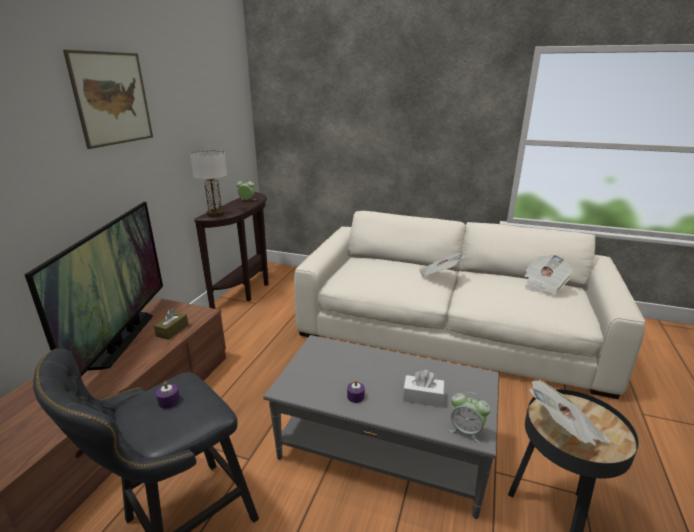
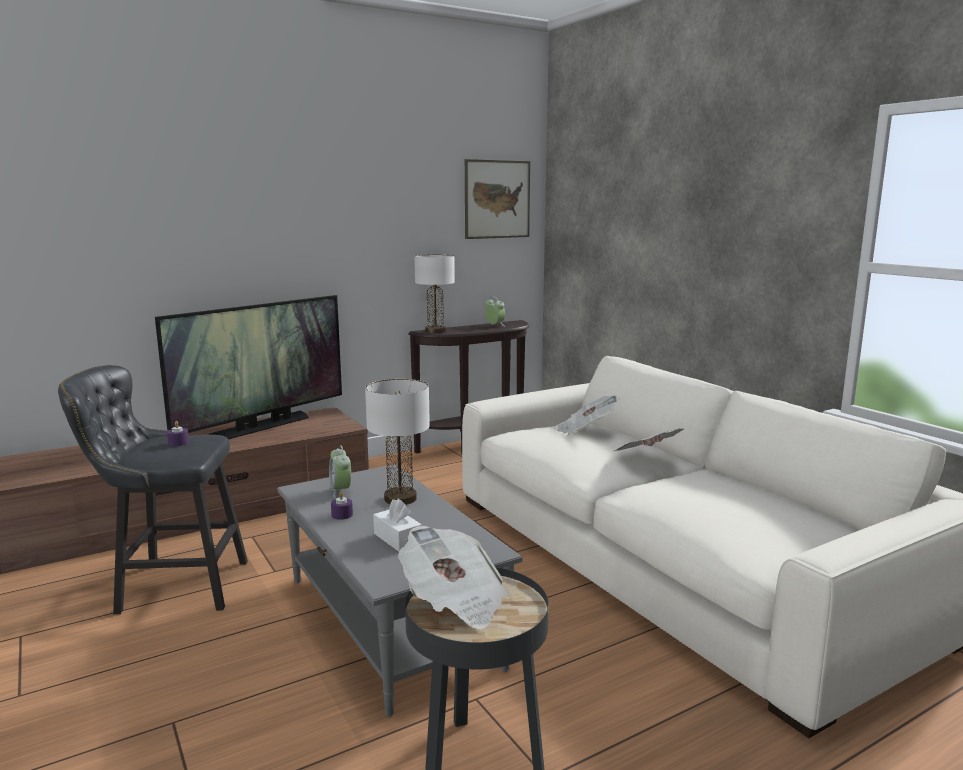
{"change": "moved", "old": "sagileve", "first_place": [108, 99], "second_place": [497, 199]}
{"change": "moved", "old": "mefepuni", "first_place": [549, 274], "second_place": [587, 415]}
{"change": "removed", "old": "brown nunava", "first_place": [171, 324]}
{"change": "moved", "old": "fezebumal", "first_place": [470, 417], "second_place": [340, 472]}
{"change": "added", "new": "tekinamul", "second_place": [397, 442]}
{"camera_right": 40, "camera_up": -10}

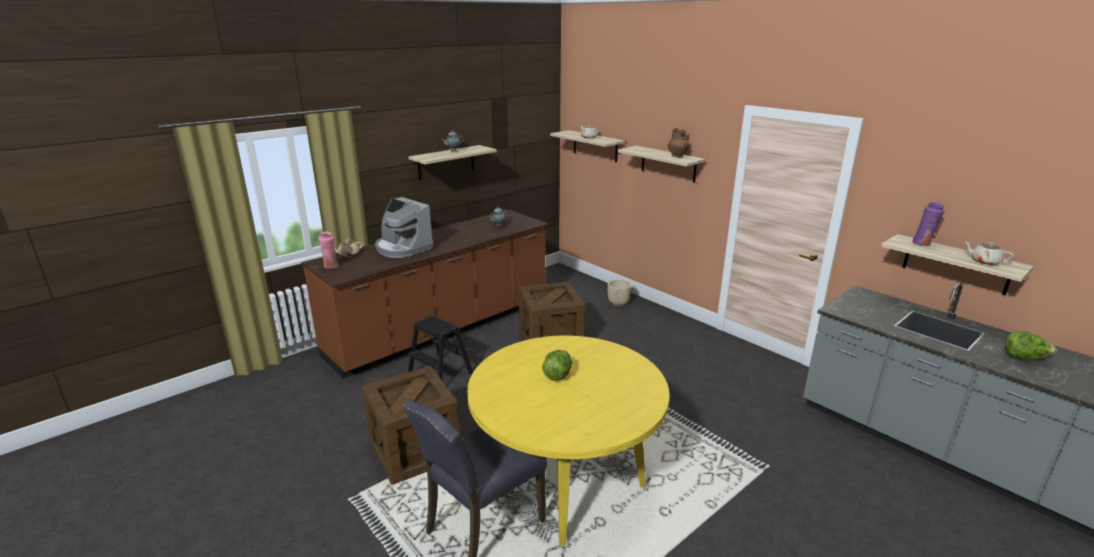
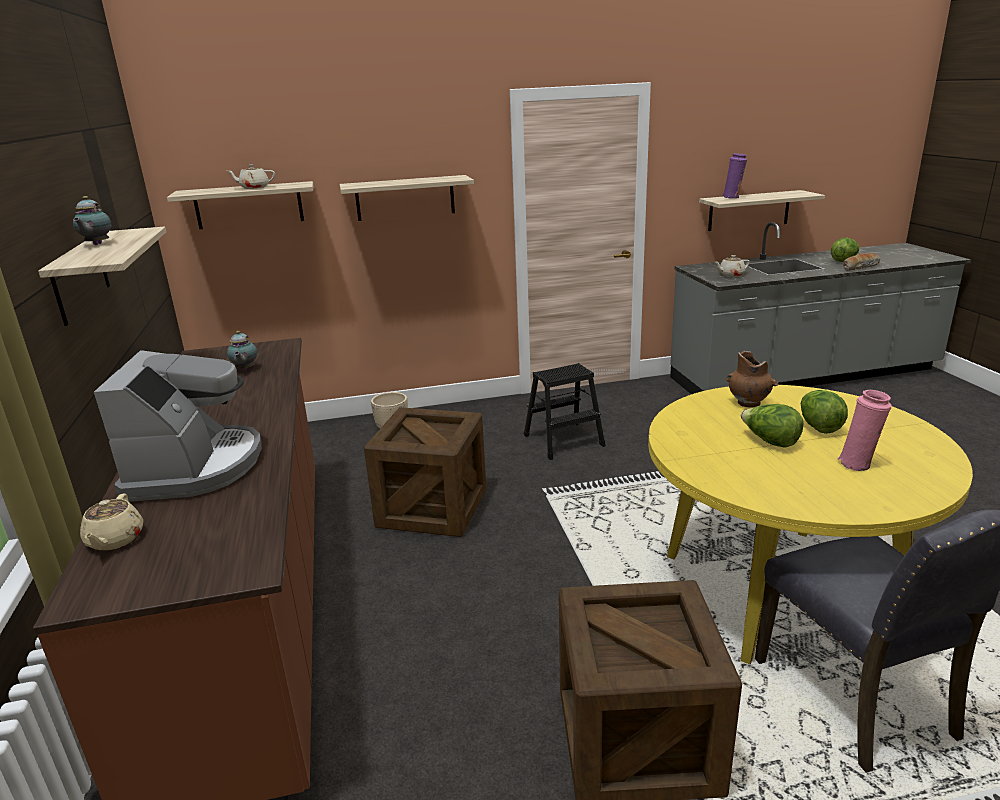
{"change": "moved", "old": "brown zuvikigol", "first_place": [678, 142], "second_place": [752, 379]}
{"change": "turned", "old": "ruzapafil", "first_place": [404, 227], "second_place": [178, 426], "degrees": -75}
{"change": "moved", "old": "pink zuvikigol", "first_place": [328, 250], "second_place": [864, 430]}
{"change": "moved", "old": "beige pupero", "first_place": [989, 253], "second_place": [732, 266]}
{"change": "moved", "old": "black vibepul", "first_place": [440, 347], "second_place": [564, 411]}
{"change": "added", "new": "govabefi", "second_place": [861, 262]}
{"change": "added", "new": "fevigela", "second_place": [824, 412]}
{"camera_right": -60, "camera_up": 0}

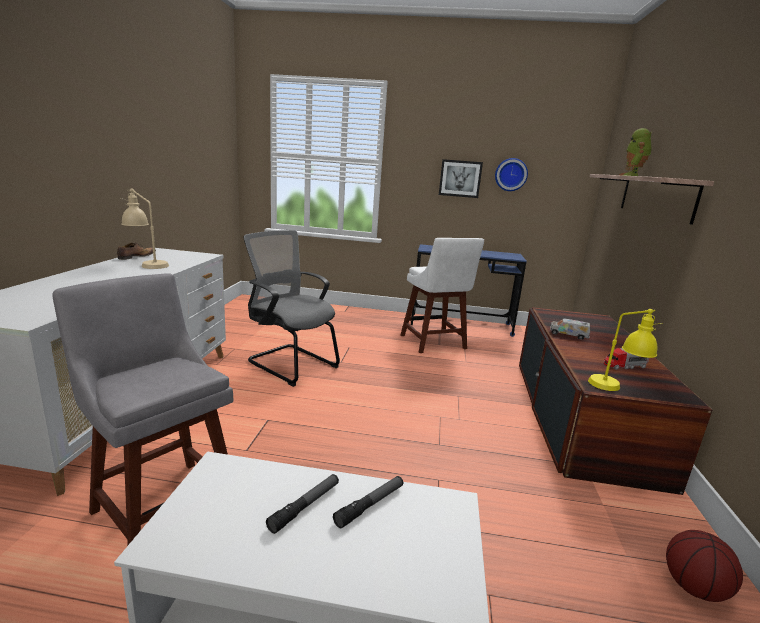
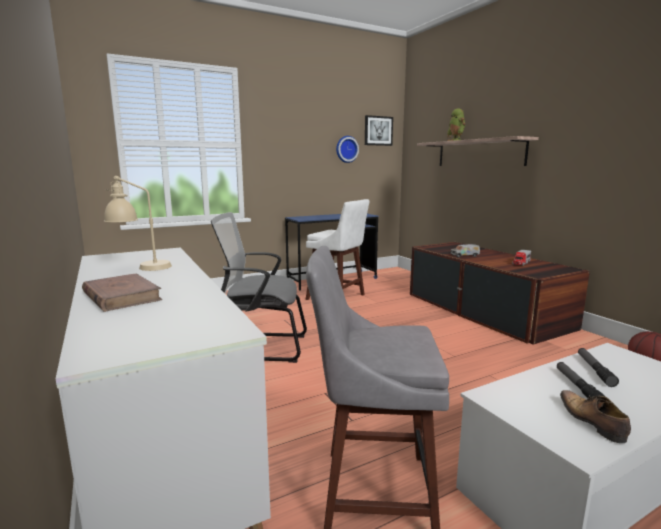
{"change": "moved", "old": "sagileve", "first_place": [461, 178], "second_place": [379, 130]}
{"change": "moved", "old": "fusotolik", "first_place": [136, 251], "second_place": [595, 416]}
{"change": "removed", "old": "yellow tekinamul", "first_place": [625, 350]}
{"change": "added", "new": "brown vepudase", "second_place": [122, 293]}
{"camera_right": -35, "camera_up": -5}

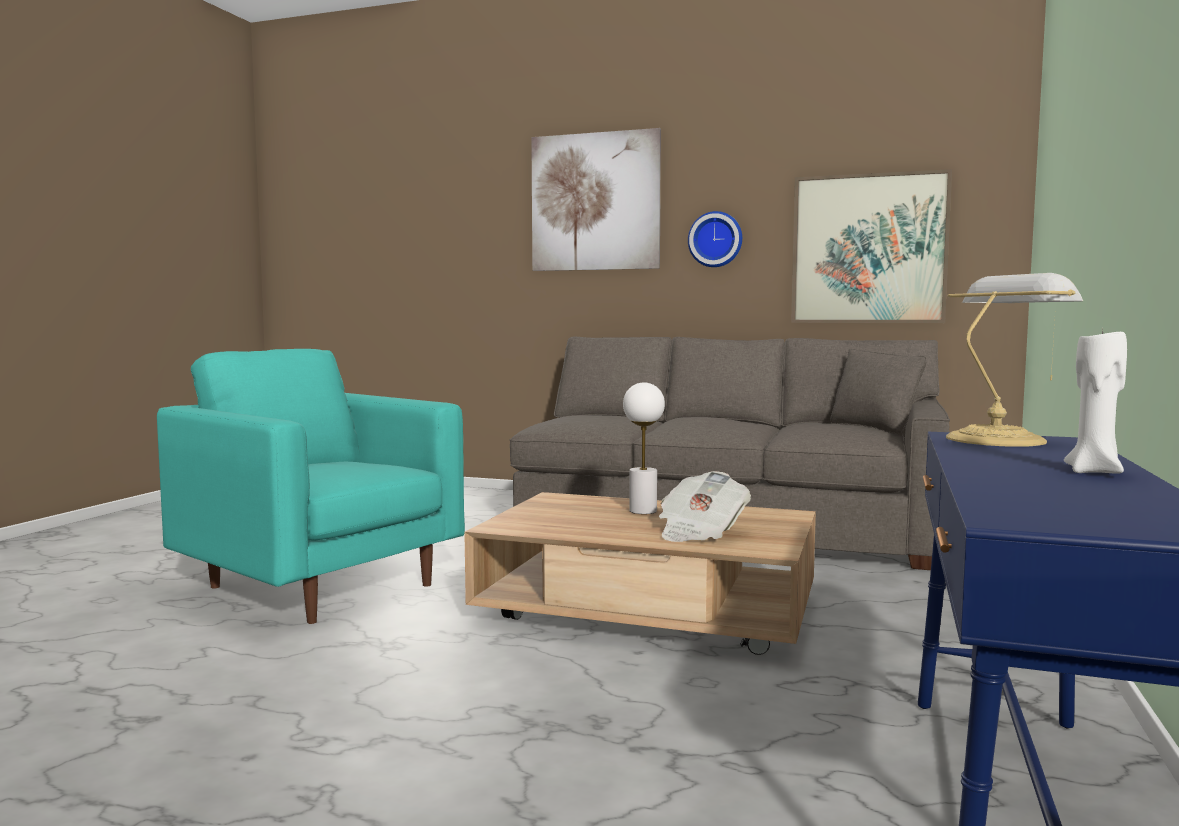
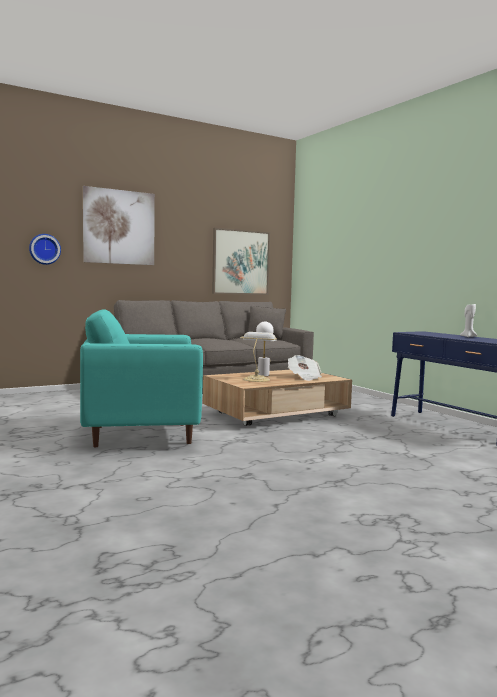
{"change": "moved", "old": "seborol", "first_place": [715, 239], "second_place": [45, 249]}
{"change": "moved", "old": "tekinamul", "first_place": [1014, 360], "second_place": [258, 357]}
{"camera_right": -50, "camera_up": 0}

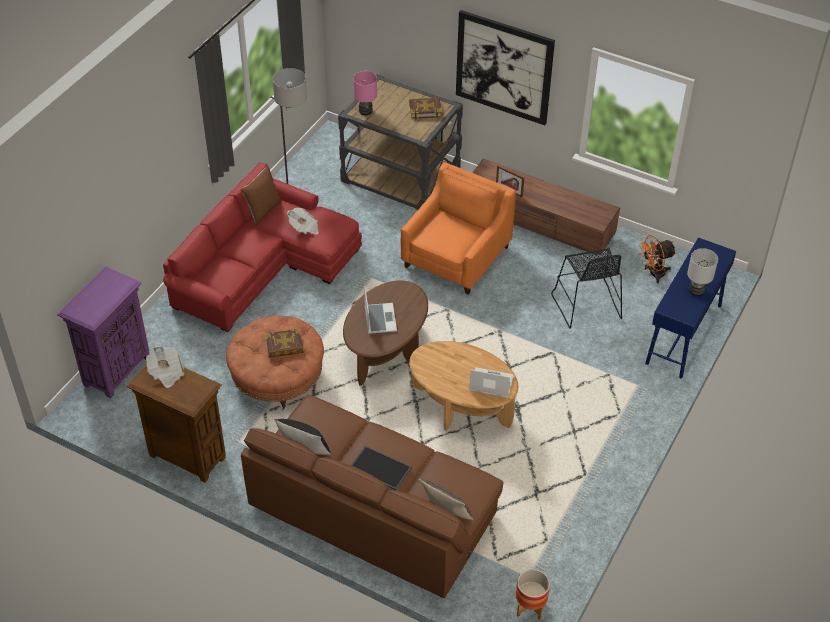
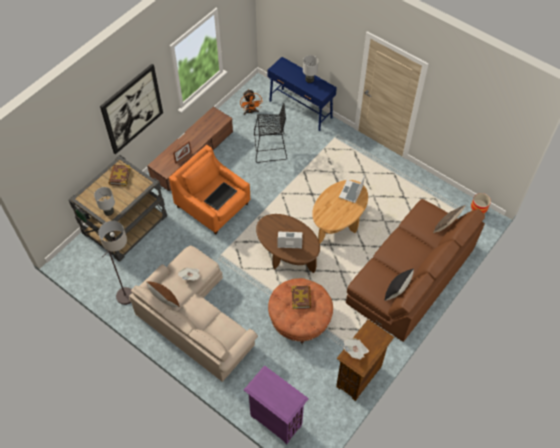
{"change": "recoloured", "old": "pink tekinamul", "new": "grey tekinamul", "first_place": [365, 93], "second_place": [104, 201]}
{"change": "recoloured", "old": "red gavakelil", "new": "beige gavakelil", "first_place": [262, 247], "second_place": [193, 314]}
{"change": "moved", "old": "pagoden", "first_place": [381, 468], "second_place": [220, 196]}
{"camera_right": -80, "camera_up": 10}

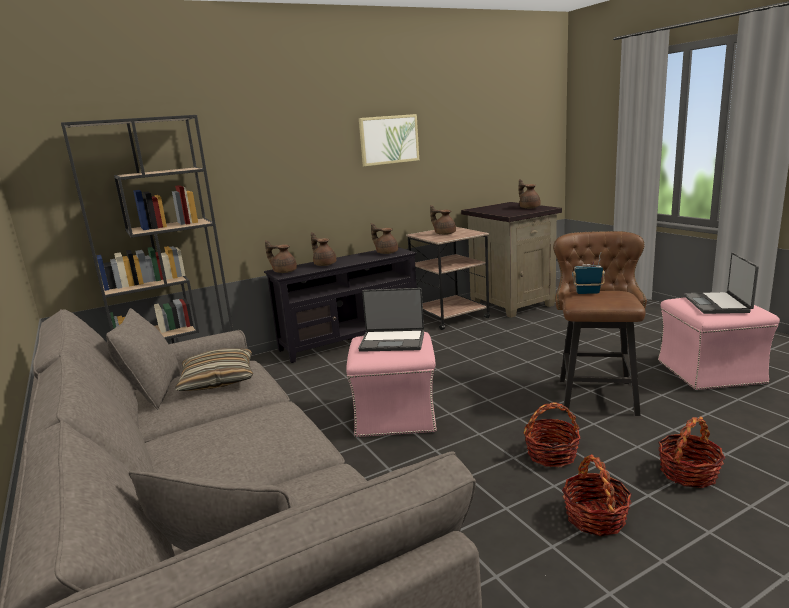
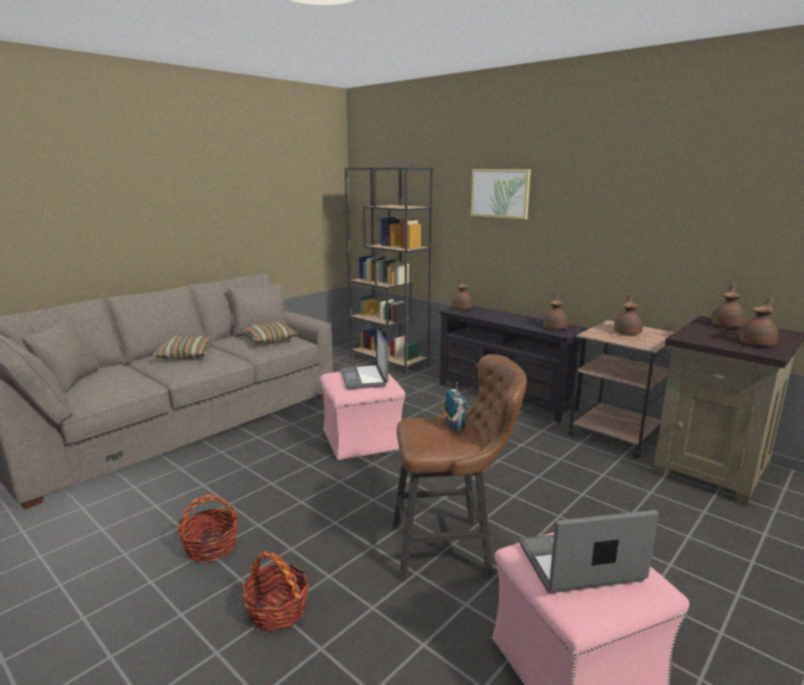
{"change": "moved", "old": "sagileve", "first_place": [389, 140], "second_place": [501, 194]}
{"change": "moved", "old": "brown pupero", "first_place": [323, 249], "second_place": [728, 305]}
{"change": "removed", "old": "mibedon", "first_place": [552, 435]}
{"change": "added", "new": "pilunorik", "second_place": [184, 347]}
{"camera_right": 70, "camera_up": 0}

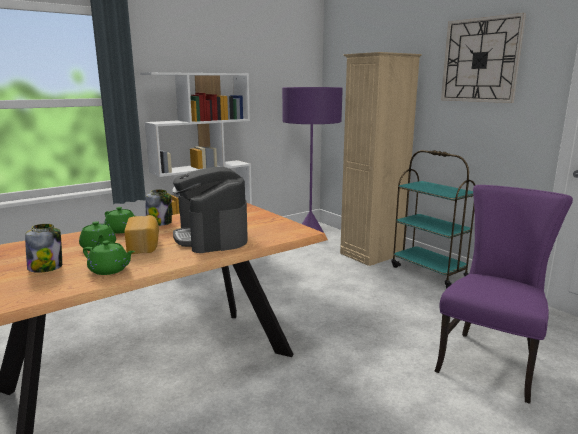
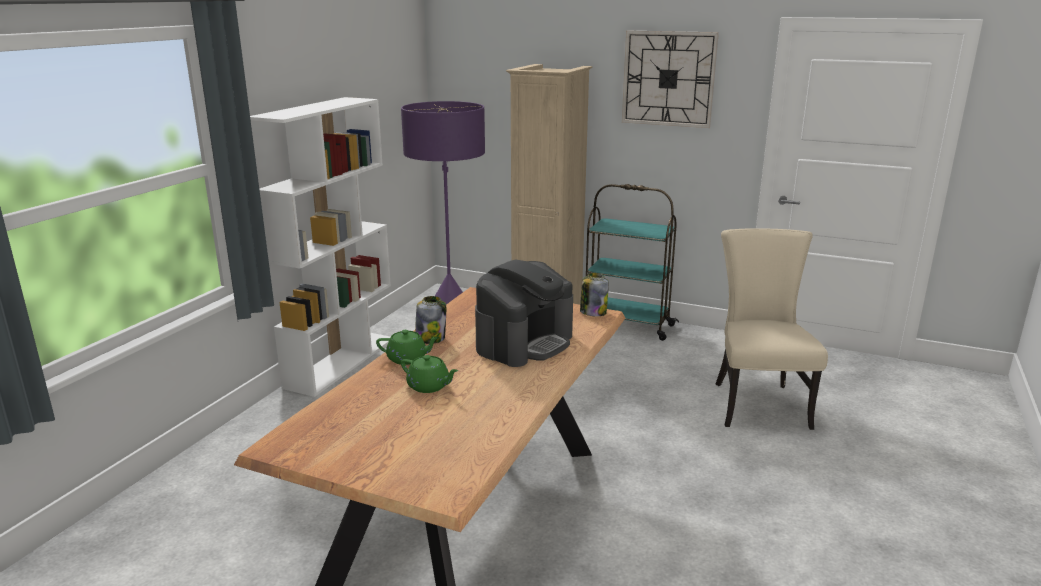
{"change": "turned", "old": "ruzapafil", "first_place": [210, 210], "second_place": [524, 313], "degrees": -90}
{"change": "recoloured", "old": "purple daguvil", "new": "beige daguvil", "first_place": [503, 294], "second_place": [771, 329]}
{"change": "removed", "old": "govabefi", "first_place": [142, 234]}
{"change": "moved", "old": "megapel", "first_place": [43, 248], "second_place": [594, 294]}
{"change": "removed", "old": "green pupero", "first_place": [109, 258]}
{"camera_right": -30, "camera_up": 5}

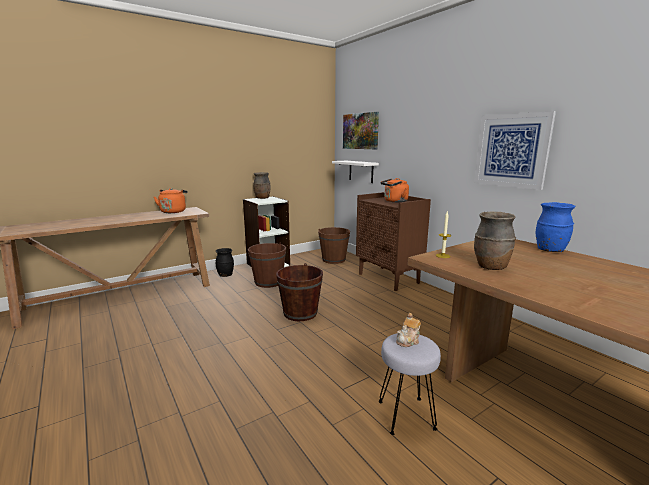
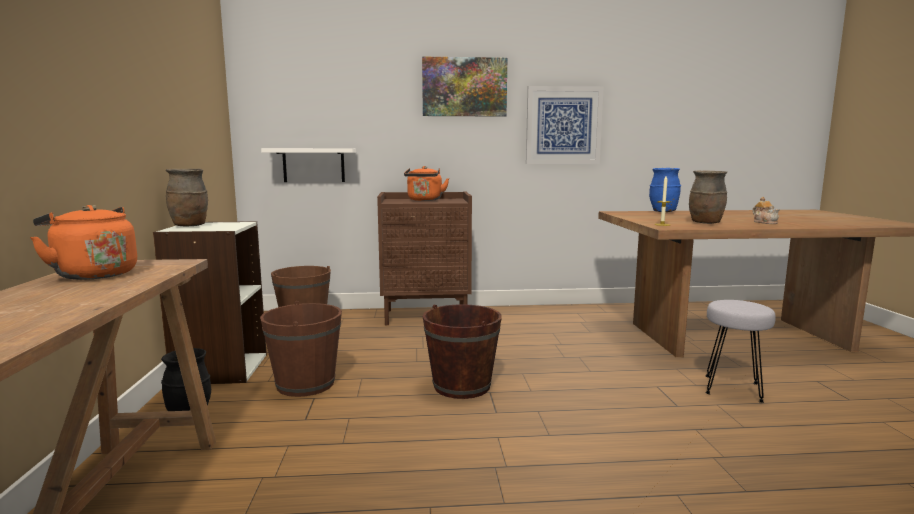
{"change": "moved", "old": "sagileve", "first_place": [361, 130], "second_place": [464, 87]}
{"change": "moved", "old": "pupero", "first_place": [408, 330], "second_place": [766, 210]}
{"camera_right": -60, "camera_up": -5}

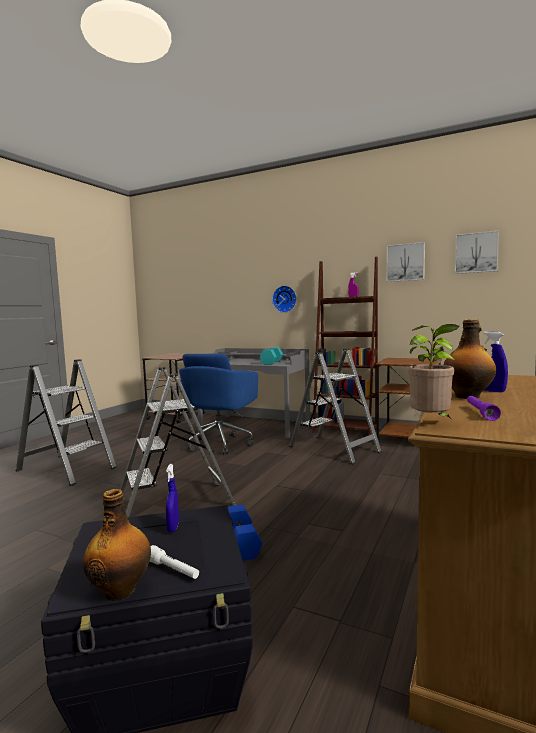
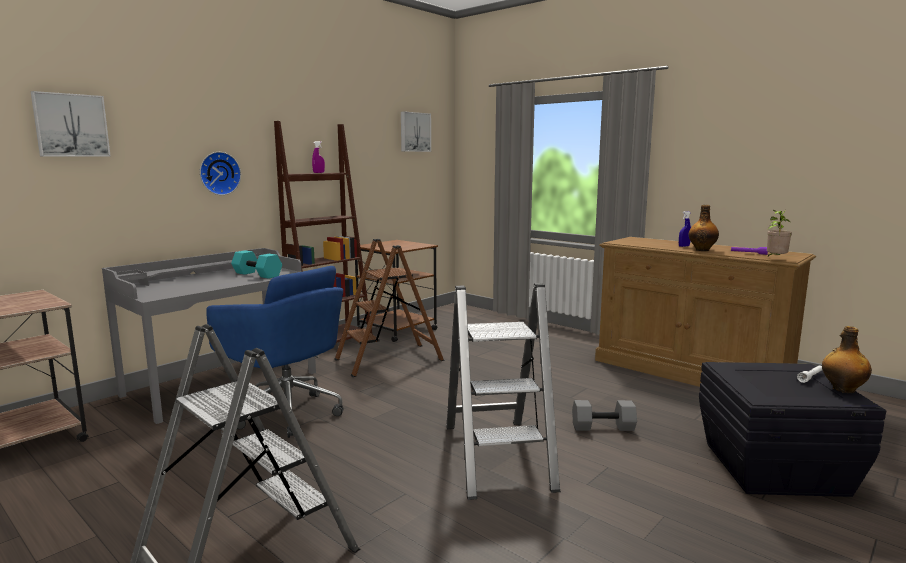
{"change": "moved", "old": "sagileve", "first_place": [406, 262], "second_place": [71, 124]}
{"change": "recoloured", "old": "grey vibepul", "new": "brown vibepul", "first_place": [335, 407], "second_place": [389, 308]}
{"change": "removed", "old": "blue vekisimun", "first_place": [172, 498]}
{"change": "recoloured", "old": "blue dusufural", "new": "grey dusufural", "first_place": [245, 533], "second_place": [604, 415]}
{"camera_right": -75, "camera_up": 5}

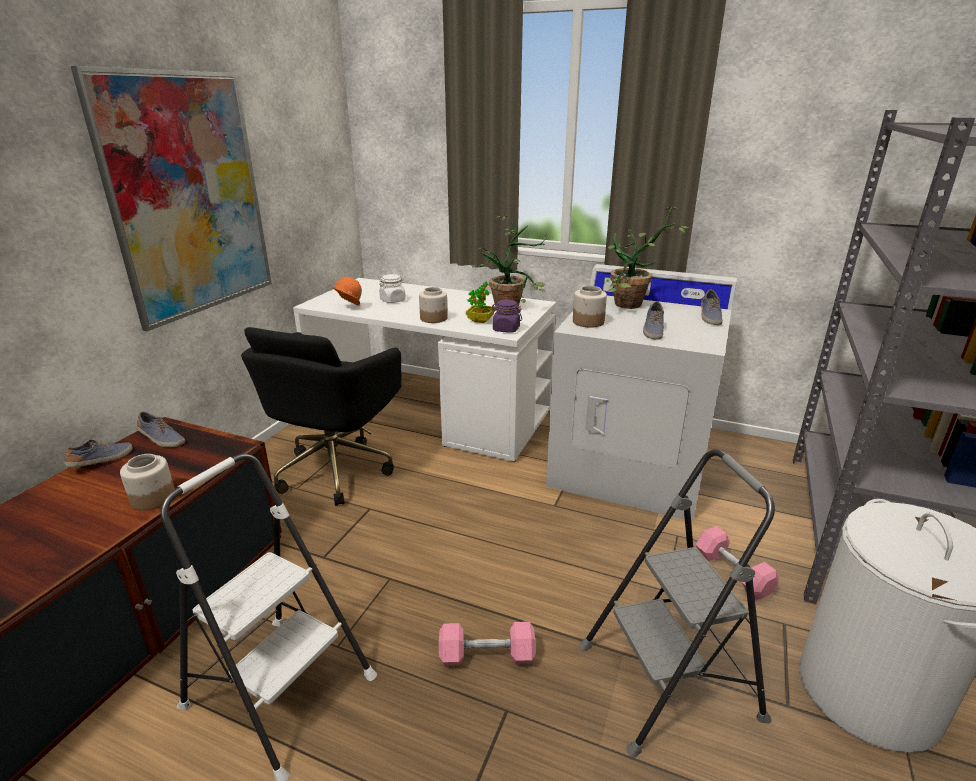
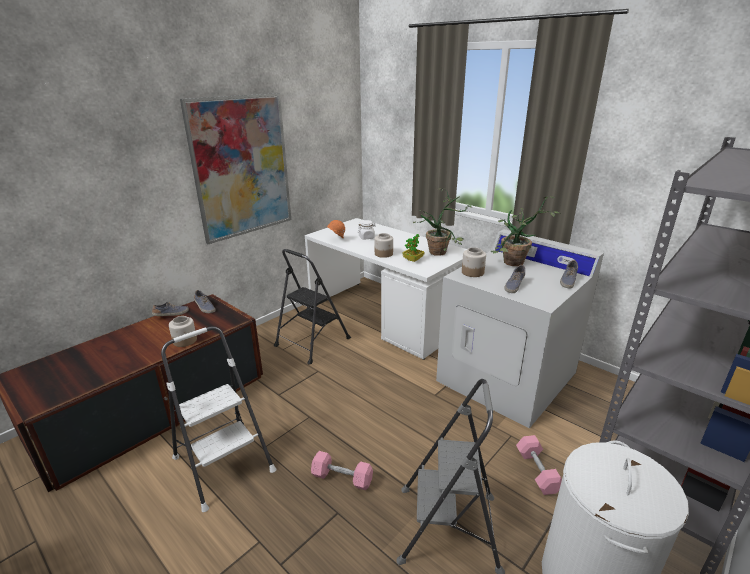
{"change": "removed", "old": "purple megapel", "first_place": [506, 316]}
{"change": "replaced", "old": "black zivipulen", "new": "black vibepul", "first_place": [321, 416], "second_place": [312, 306]}
{"camera_right": 20, "camera_up": 0}

